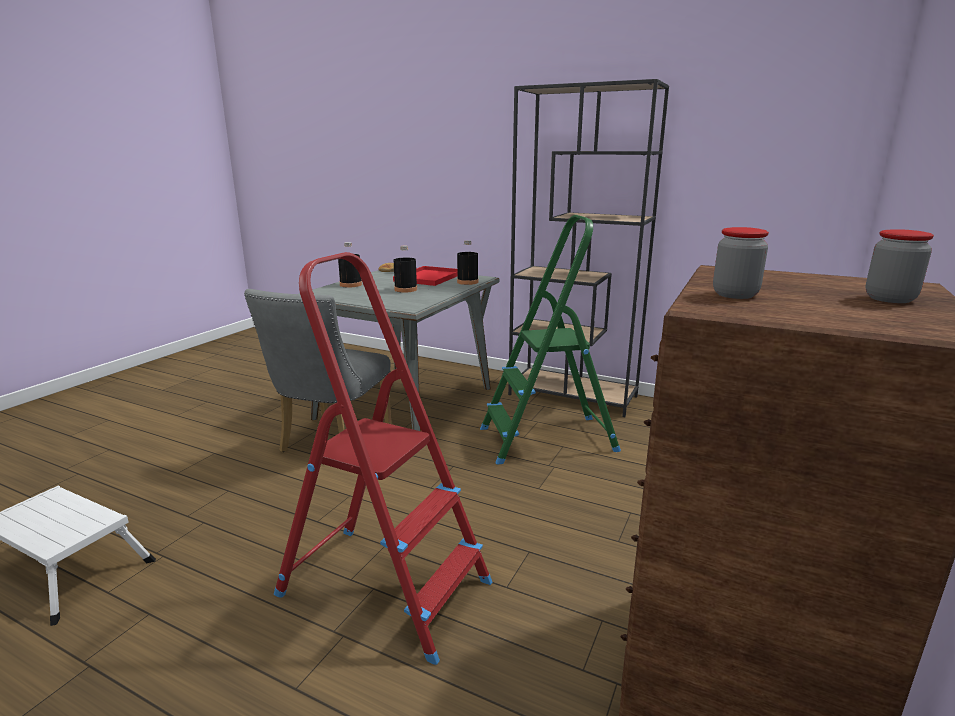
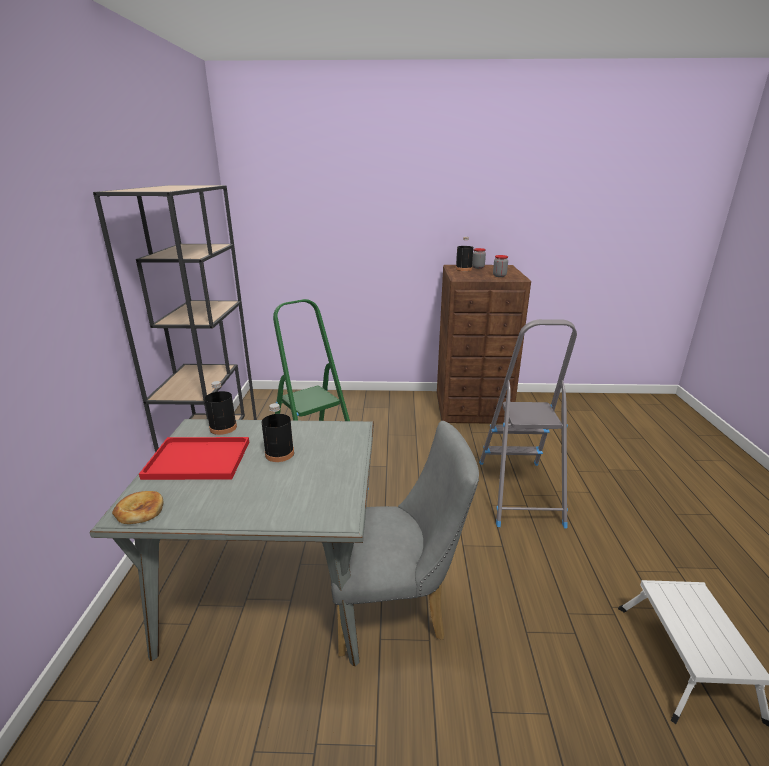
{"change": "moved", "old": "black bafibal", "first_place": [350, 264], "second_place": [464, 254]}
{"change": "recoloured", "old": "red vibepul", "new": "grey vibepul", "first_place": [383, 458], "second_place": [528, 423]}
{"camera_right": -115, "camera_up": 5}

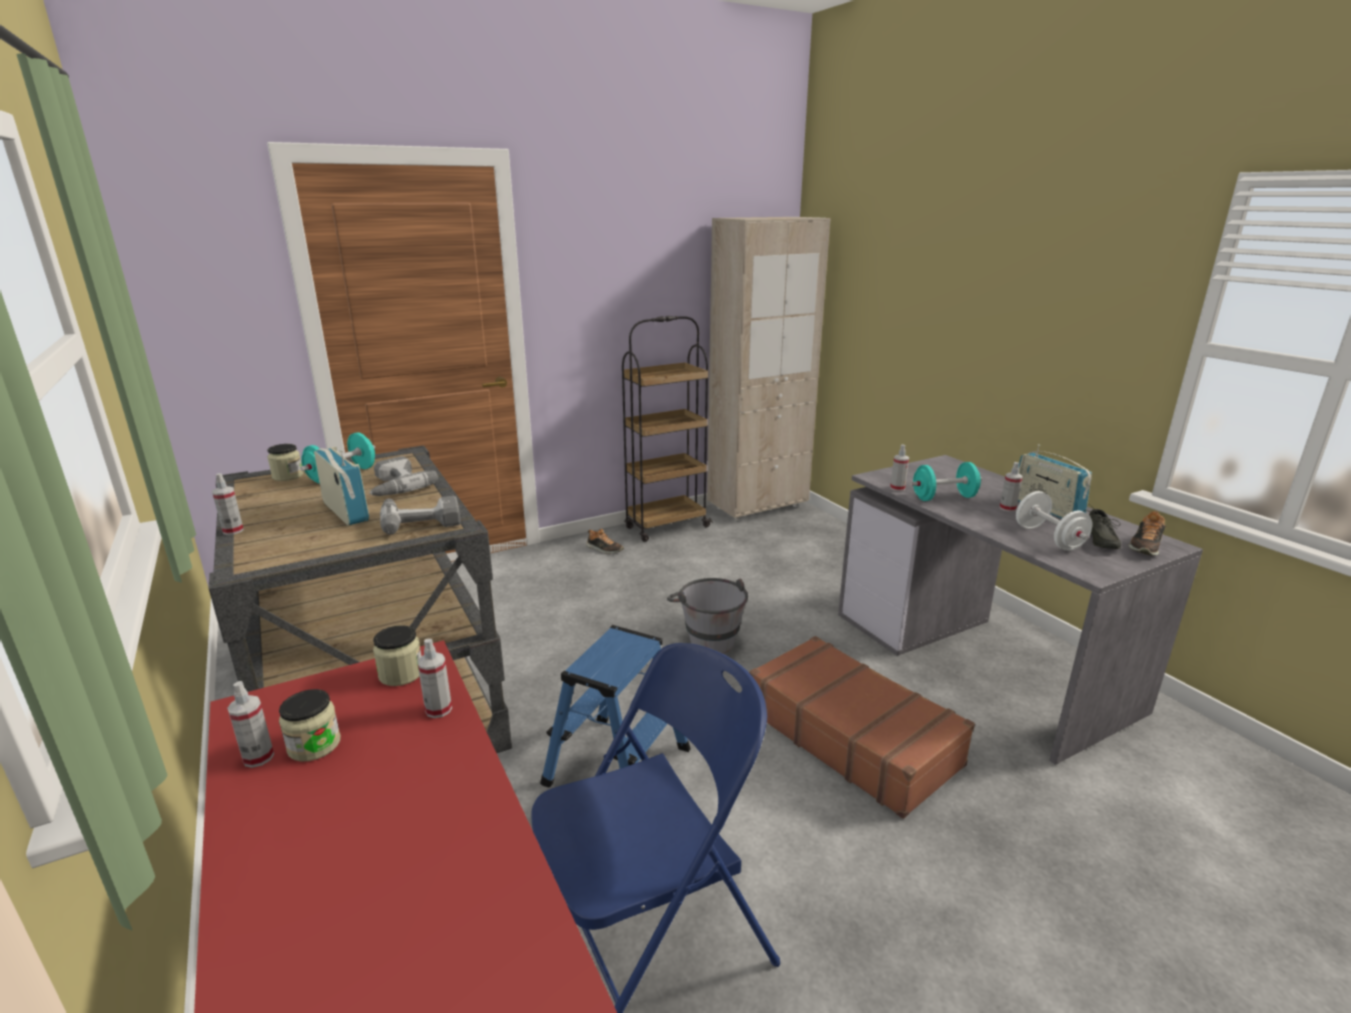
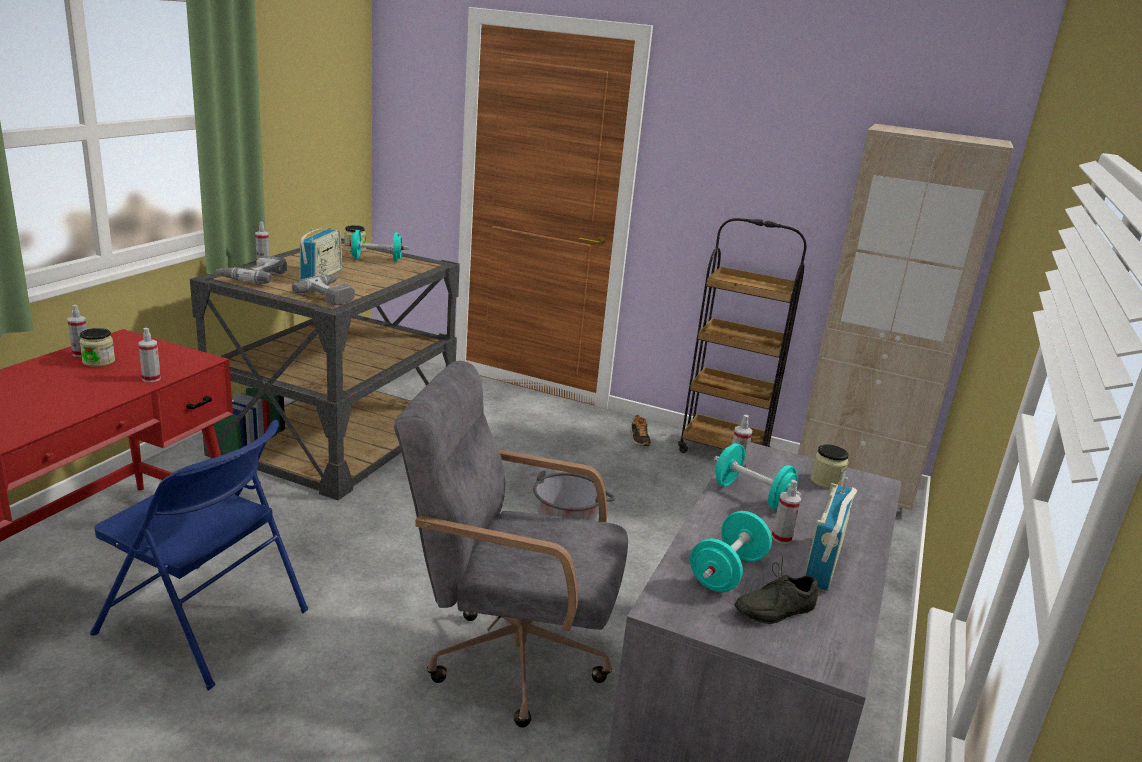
{"change": "moved", "old": "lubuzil", "first_place": [403, 476], "second_place": [251, 270]}
{"change": "recoloured", "old": "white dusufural", "new": "turquoise dusufural", "first_place": [1054, 521], "second_place": [731, 551]}
{"change": "removed", "old": "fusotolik", "first_place": [1147, 533]}
{"change": "moved", "old": "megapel", "first_place": [397, 655], "second_place": [829, 466]}
{"change": "removed", "old": "blue vibepul", "first_place": [615, 706]}
{"change": "replaced", "old": "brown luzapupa", "new": "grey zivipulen", "first_place": [862, 727], "second_place": [511, 544]}
{"camera_right": 50, "camera_up": 0}

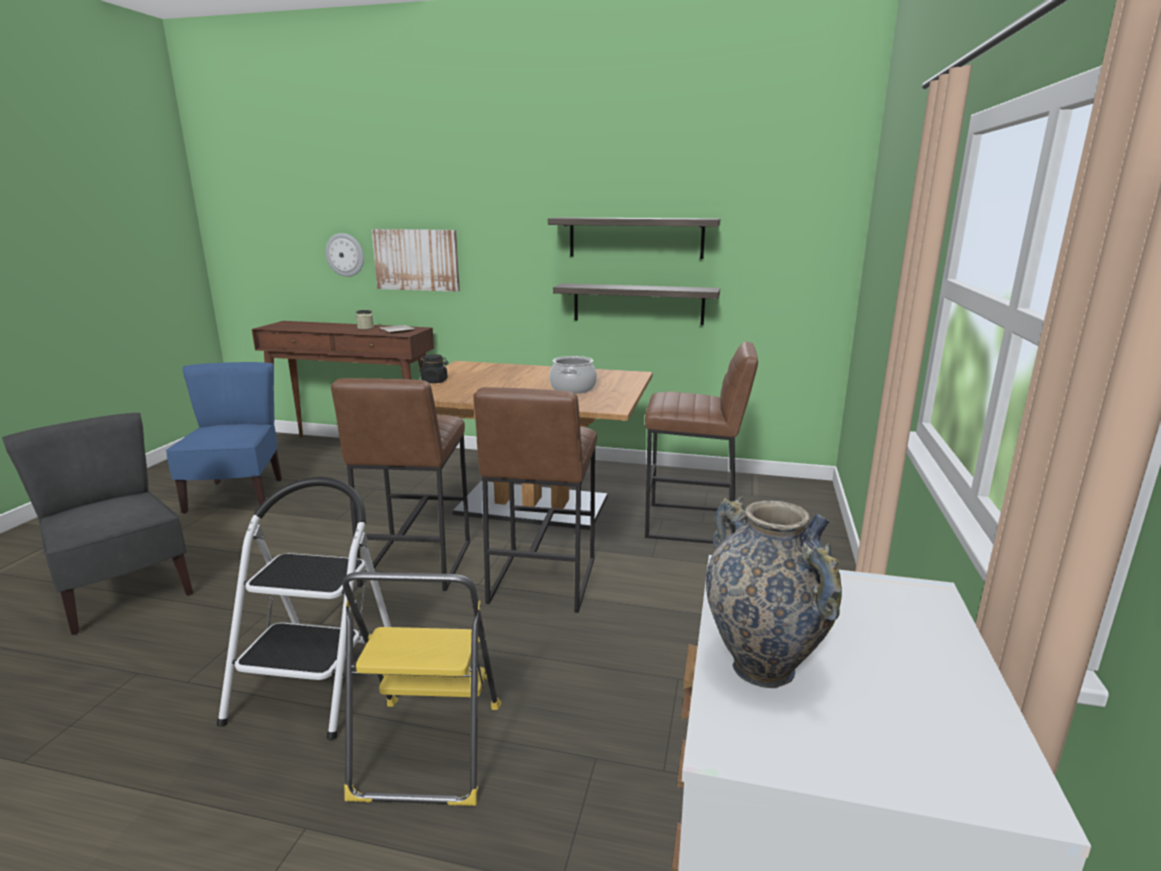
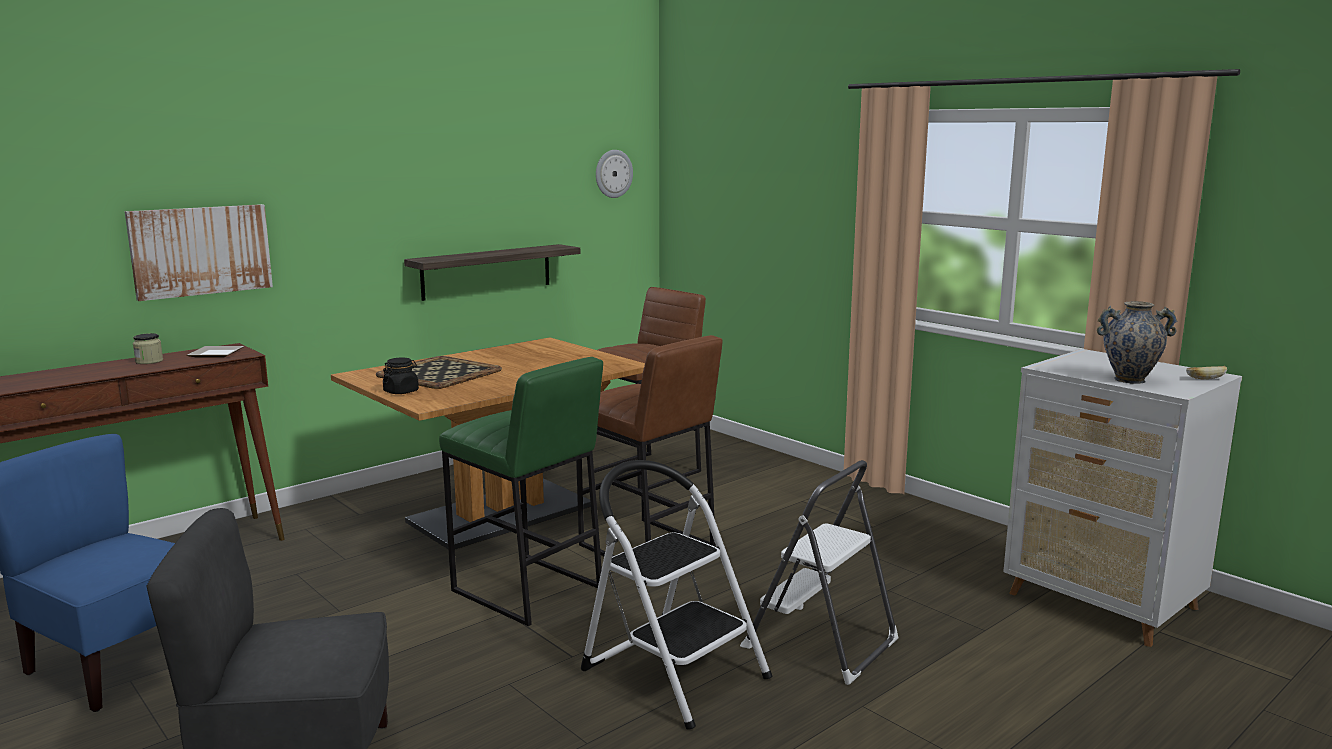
{"change": "removed", "old": "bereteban", "first_place": [634, 238]}
{"change": "moved", "old": "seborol", "first_place": [344, 255], "second_place": [614, 174]}
{"change": "removed", "old": "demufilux", "first_place": [573, 375]}
{"change": "recoloured", "old": "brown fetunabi", "new": "green fetunabi", "first_place": [400, 484], "second_place": [521, 491]}
{"change": "recoloured", "old": "yellow vibepul", "new": "white vibepul", "first_place": [422, 689], "second_place": [819, 572]}
{"change": "added", "new": "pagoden", "second_place": [439, 372]}
{"change": "added", "new": "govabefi", "second_place": [1206, 373]}
{"camera_right": -55, "camera_up": -5}

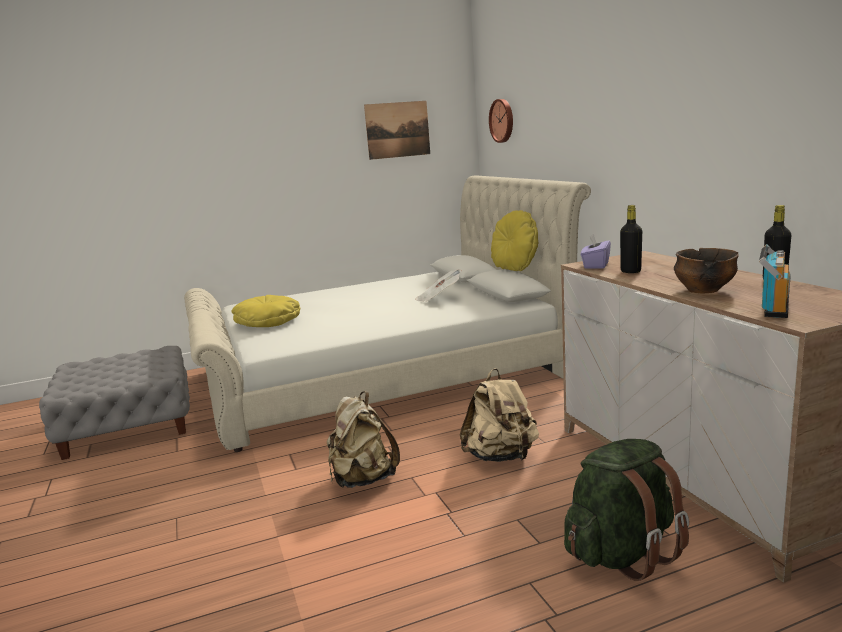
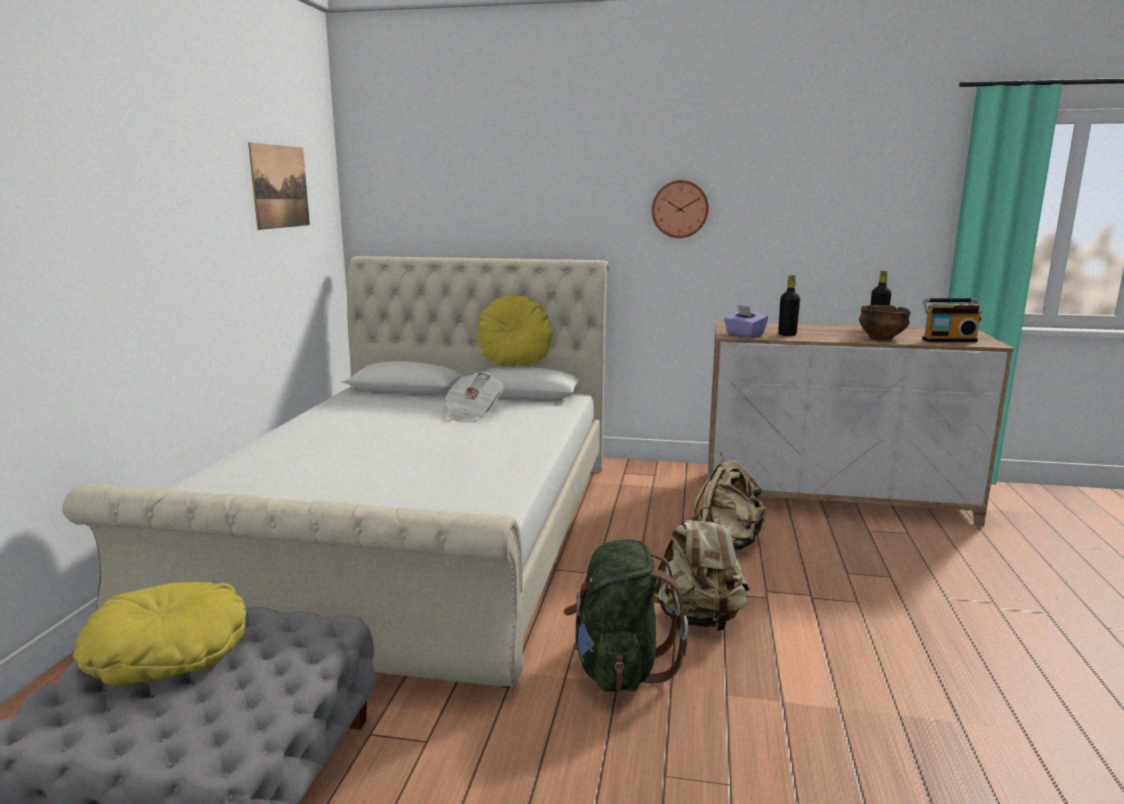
{"change": "moved", "old": "seborol", "first_place": [501, 121], "second_place": [680, 209]}
{"change": "turned", "old": "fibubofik", "first_place": [775, 281], "second_place": [952, 320], "degrees": 120}
{"change": "moved", "old": "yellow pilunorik", "first_place": [266, 311], "second_place": [159, 634]}
{"change": "moved", "old": "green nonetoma", "first_place": [626, 510], "second_place": [626, 616]}
{"camera_right": -60, "camera_up": 0}

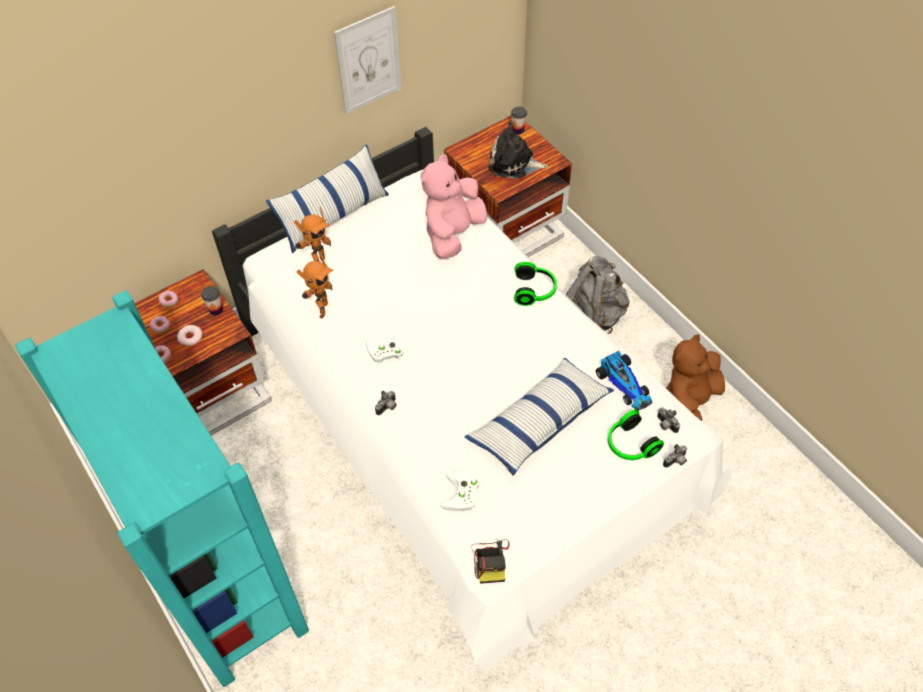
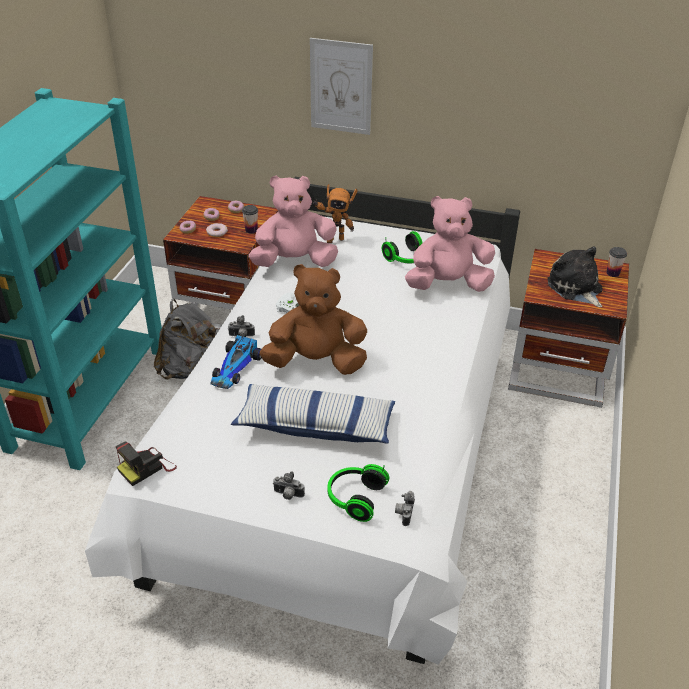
{"change": "moved", "old": "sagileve", "first_place": [368, 60], "second_place": [341, 86]}
{"change": "removed", "old": "pilunorik", "first_place": [327, 198]}
{"change": "replaced", "old": "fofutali", "new": "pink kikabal", "first_place": [314, 285], "second_place": [293, 221]}
{"change": "moved", "old": "grey nonetoma", "first_place": [598, 295], "second_place": [186, 339]}
{"change": "moved", "old": "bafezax", "first_place": [535, 284], "second_place": [402, 247]}
{"change": "moved", "old": "brown kikabal", "first_place": [695, 377], "second_place": [313, 319]}
{"change": "moved", "old": "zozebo", "first_place": [624, 381], "second_place": [236, 362]}
{"change": "moved", "old": "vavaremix", "first_place": [675, 456], "second_place": [289, 485]}
{"change": "removed", "old": "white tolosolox", "first_place": [460, 491]}
{"camera_right": 50, "camera_up": -15}

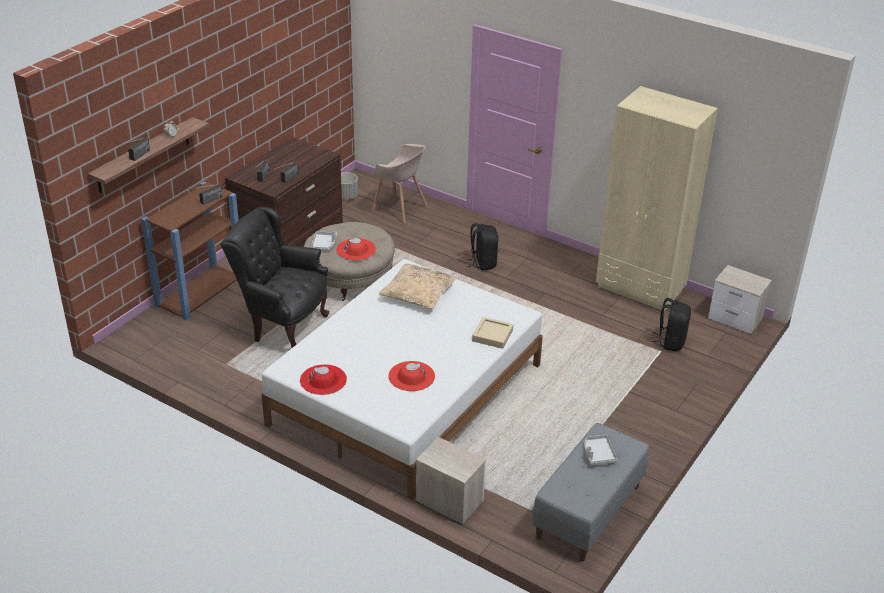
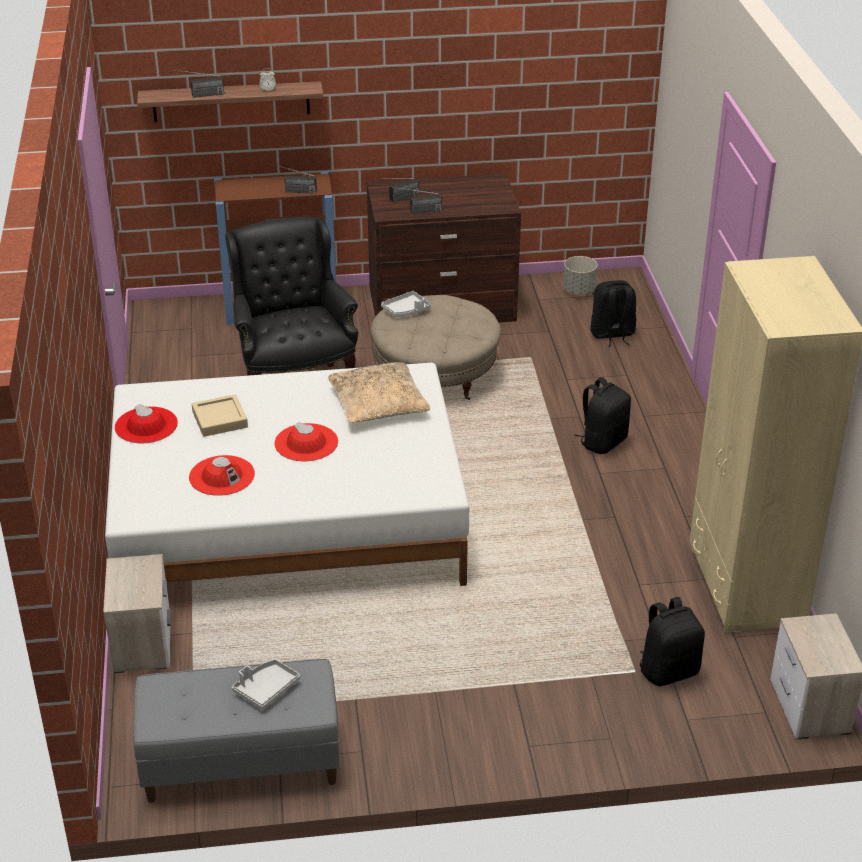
{"change": "replaced", "old": "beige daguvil", "new": "black nonetoma", "first_place": [399, 184], "second_place": [613, 313]}
{"change": "moved", "old": "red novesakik", "first_place": [356, 249], "second_place": [306, 441]}
{"change": "moved", "old": "beige pagoden", "first_place": [492, 333], "second_place": [220, 415]}
{"camera_right": 50, "camera_up": 0}

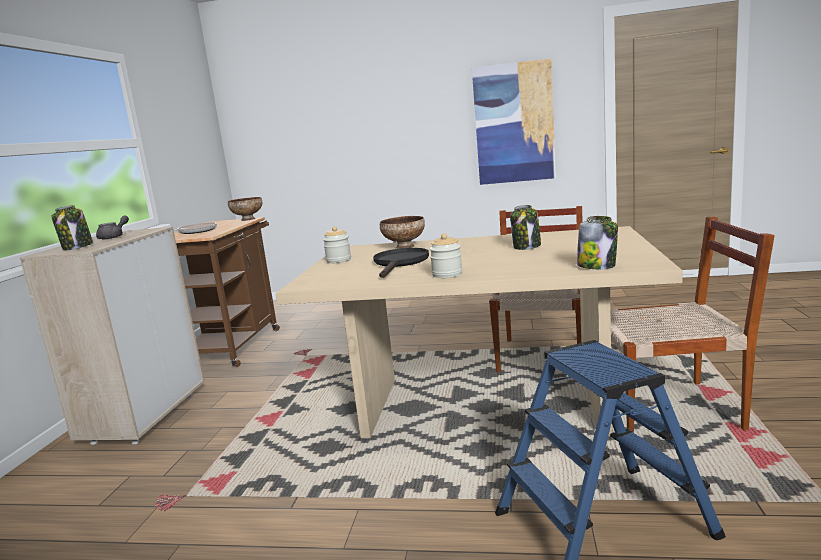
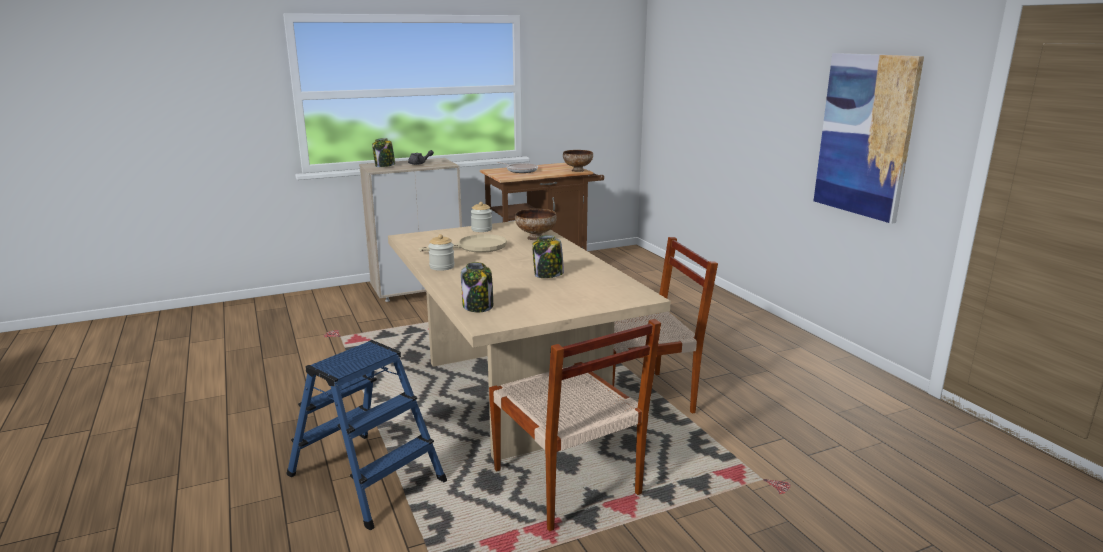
{"change": "recoloured", "old": "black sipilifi", "new": "beige sipilifi", "first_place": [401, 263], "second_place": [463, 243]}
{"camera_right": 55, "camera_up": 5}

